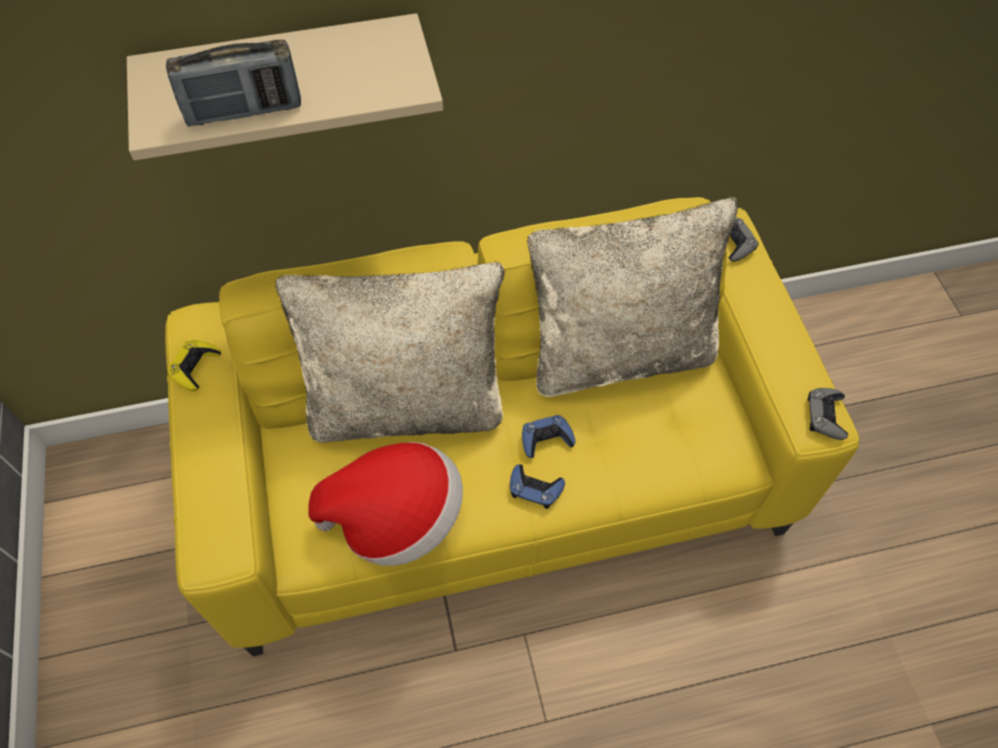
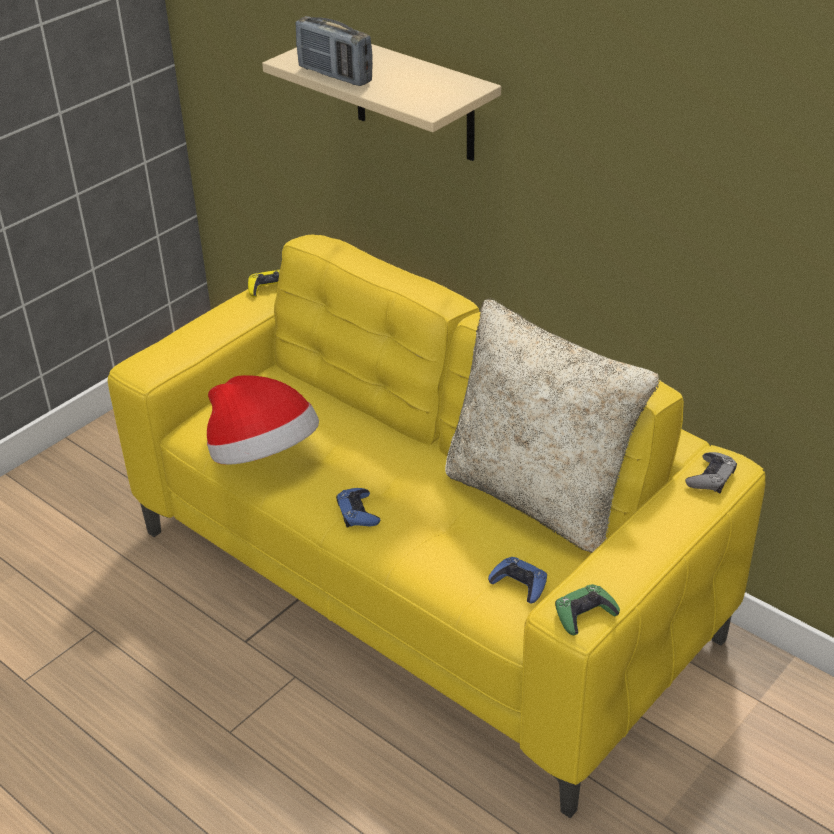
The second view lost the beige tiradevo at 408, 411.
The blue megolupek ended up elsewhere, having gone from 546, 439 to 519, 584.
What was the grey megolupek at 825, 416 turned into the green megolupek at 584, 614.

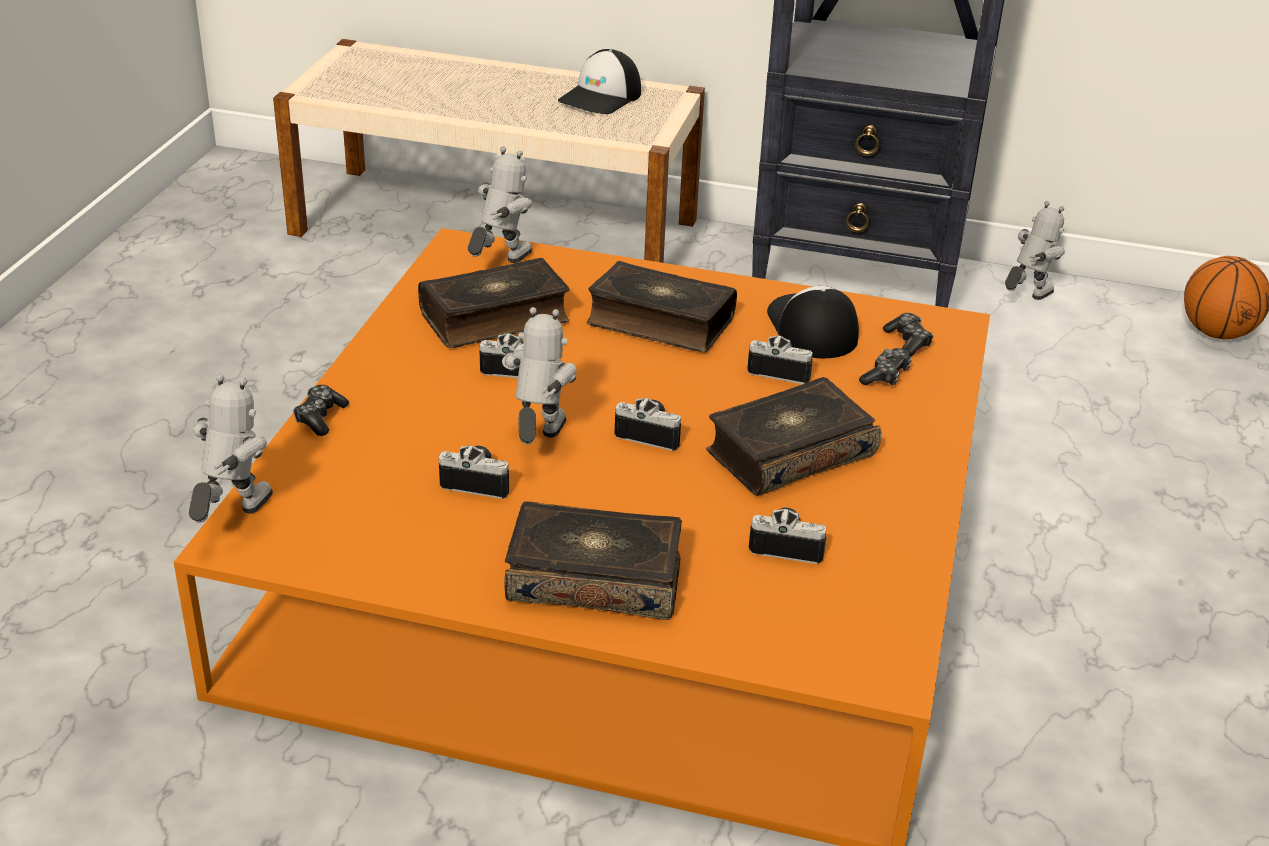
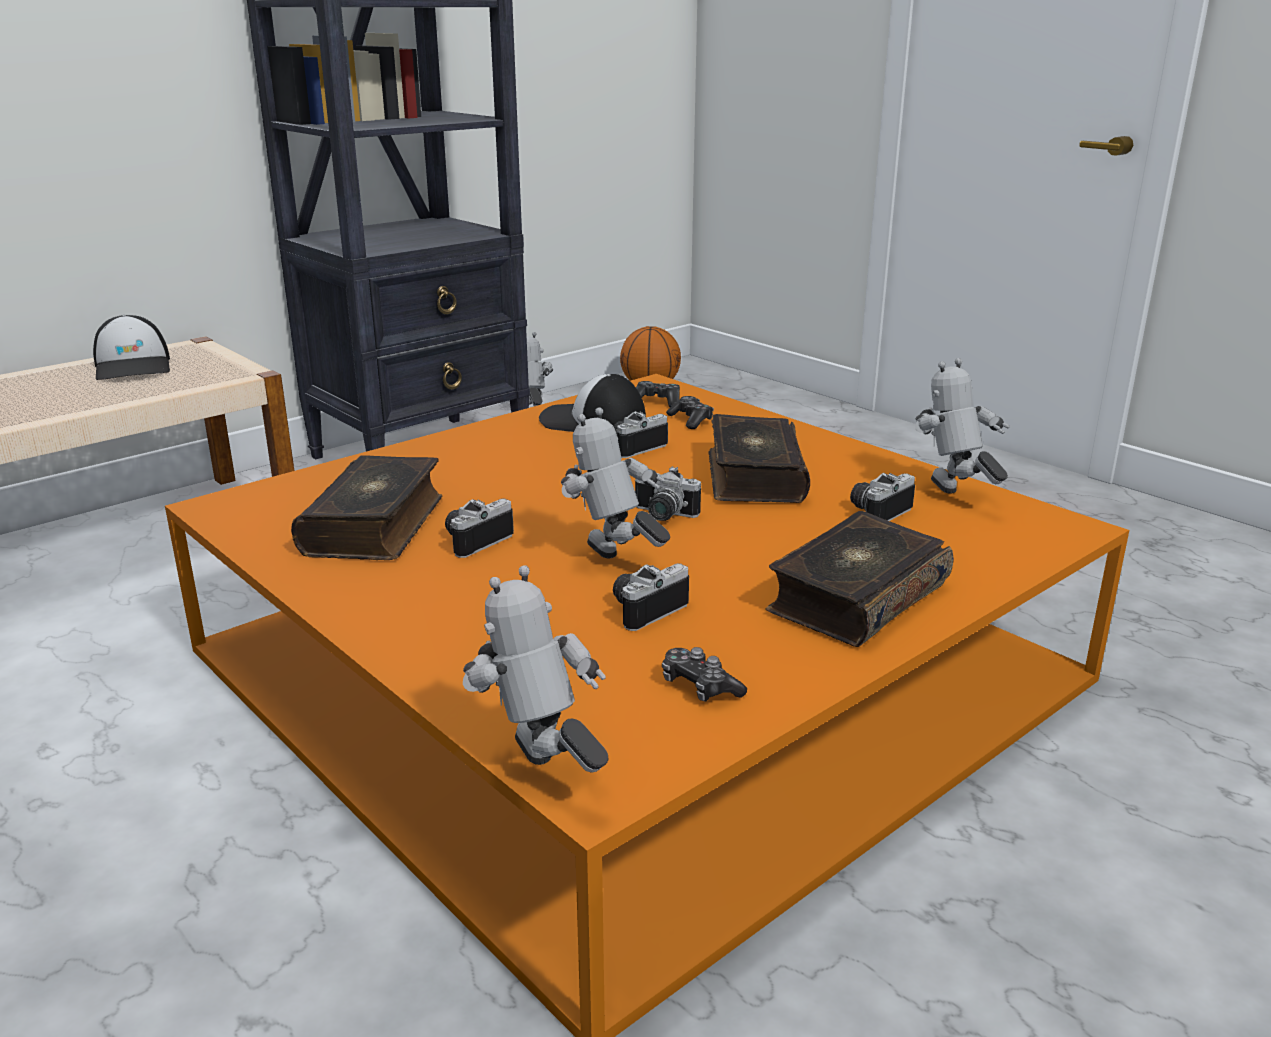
The second view lost the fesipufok at 660, 322.
The megolupek ended up elsewhere, having gone from 320, 417 to 699, 687.
The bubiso ended up elsewhere, having gone from 500, 264 to 952, 498.
The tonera at 651, 433 ended up facing another way, 120 degrees counterclockwise from before.

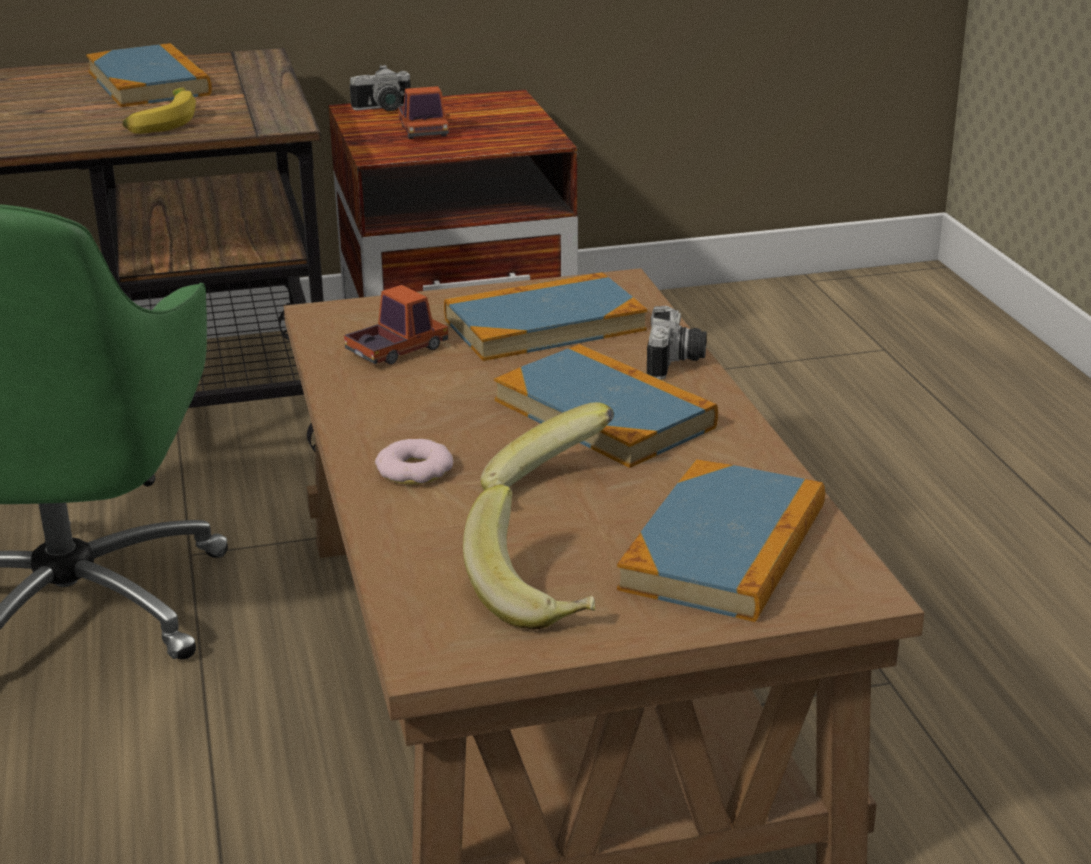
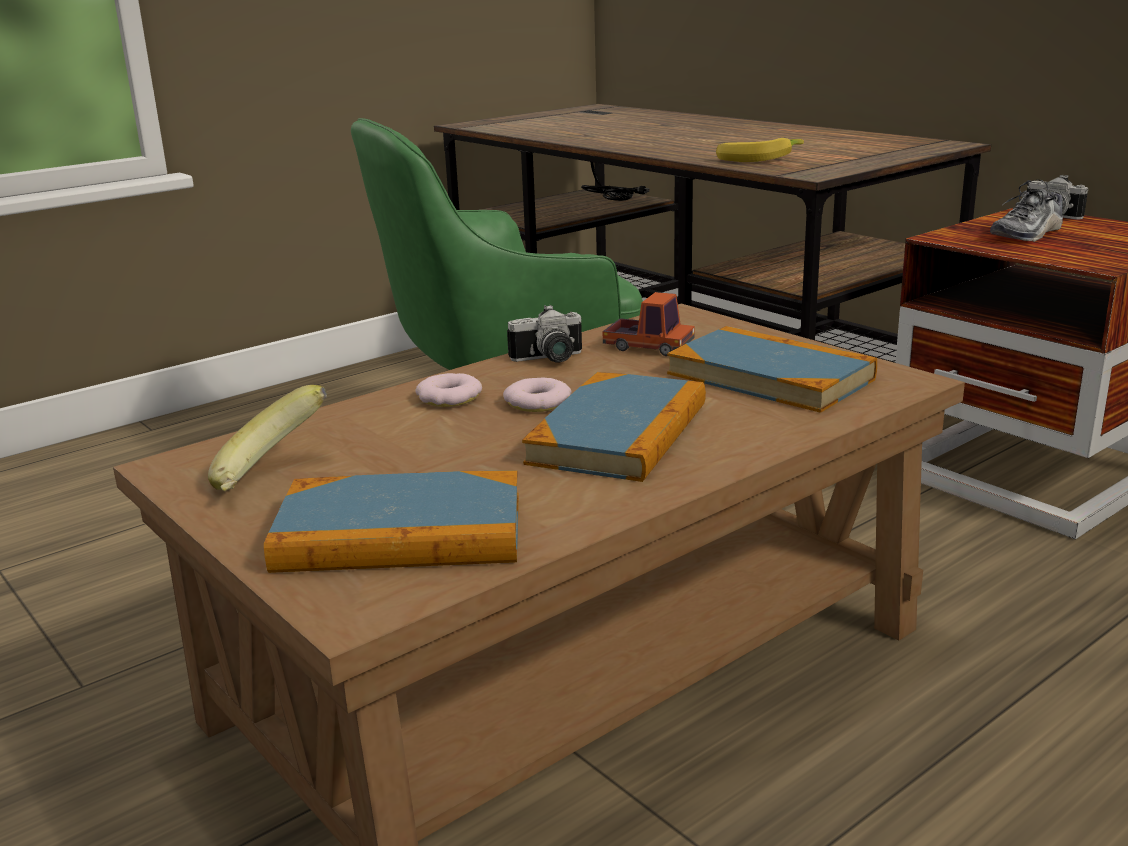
The second view lost the fesipufok at 149, 83.
The second view lost the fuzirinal at 544, 490.
The second view gained the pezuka at 537, 402.
The tonera ended up elsewhere, having gone from 677, 363 to 550, 359.
Where the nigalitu stood at 423, 131, the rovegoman came to stand at 1027, 234.

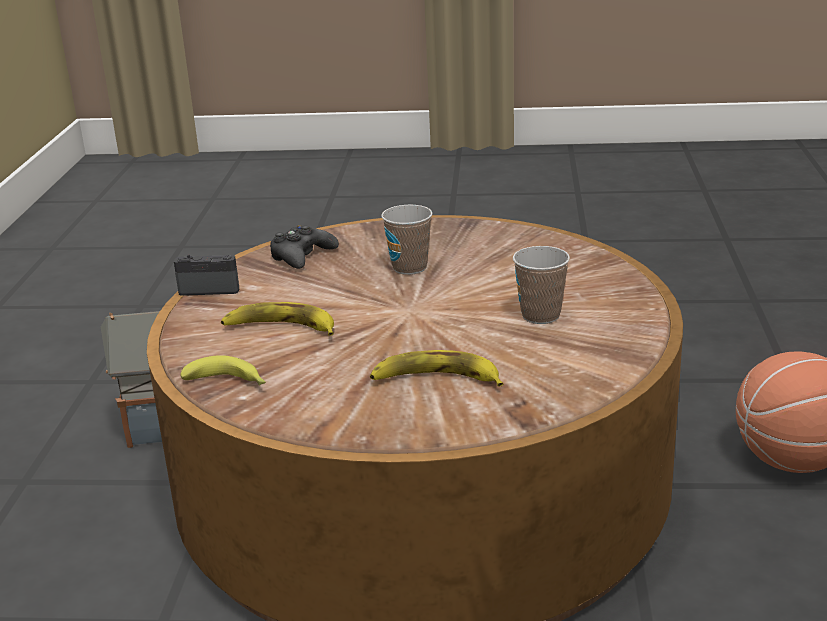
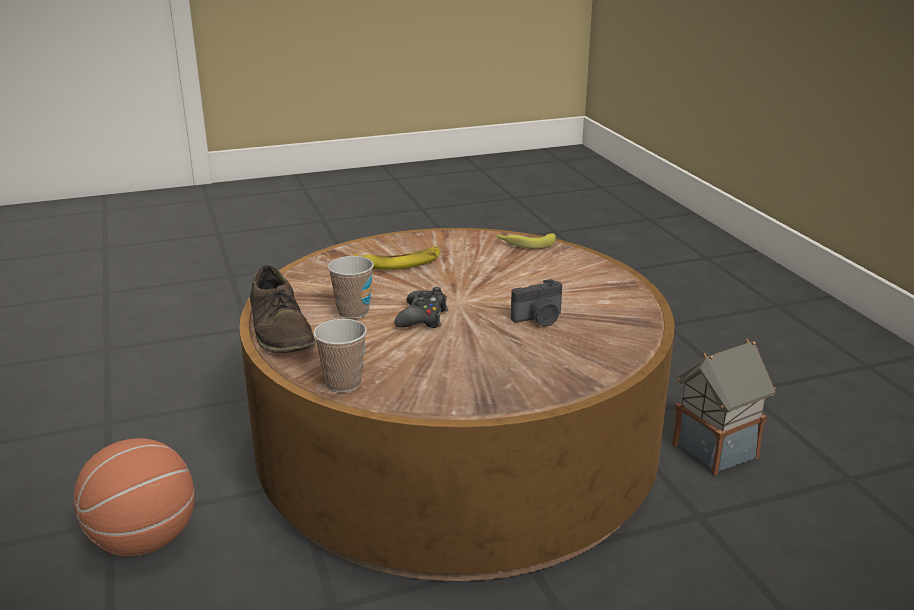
The second view lost the fuzirinal at 280, 328.
The second view gained the brown rovegoman at 281, 330.
The tonera ended up elsewhere, having gone from 210, 288 to 539, 319.
The black megolupek ended up elsewhere, having gone from 302, 256 to 422, 318.
The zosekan ended up elsewhere, having gone from 409, 267 to 343, 383.

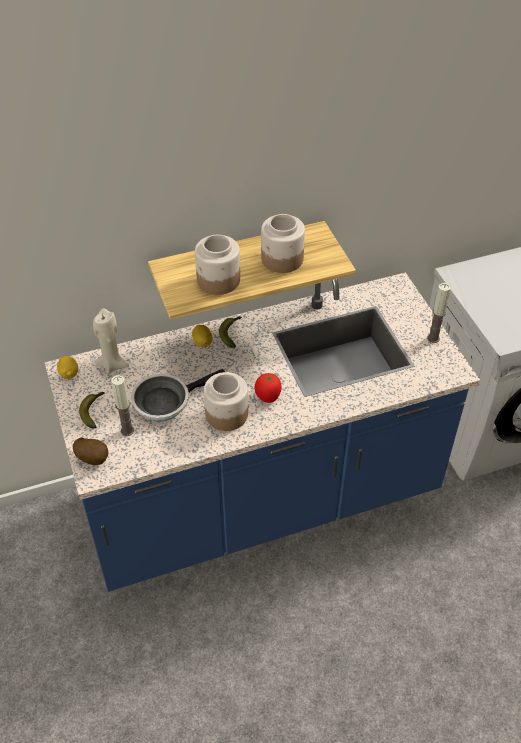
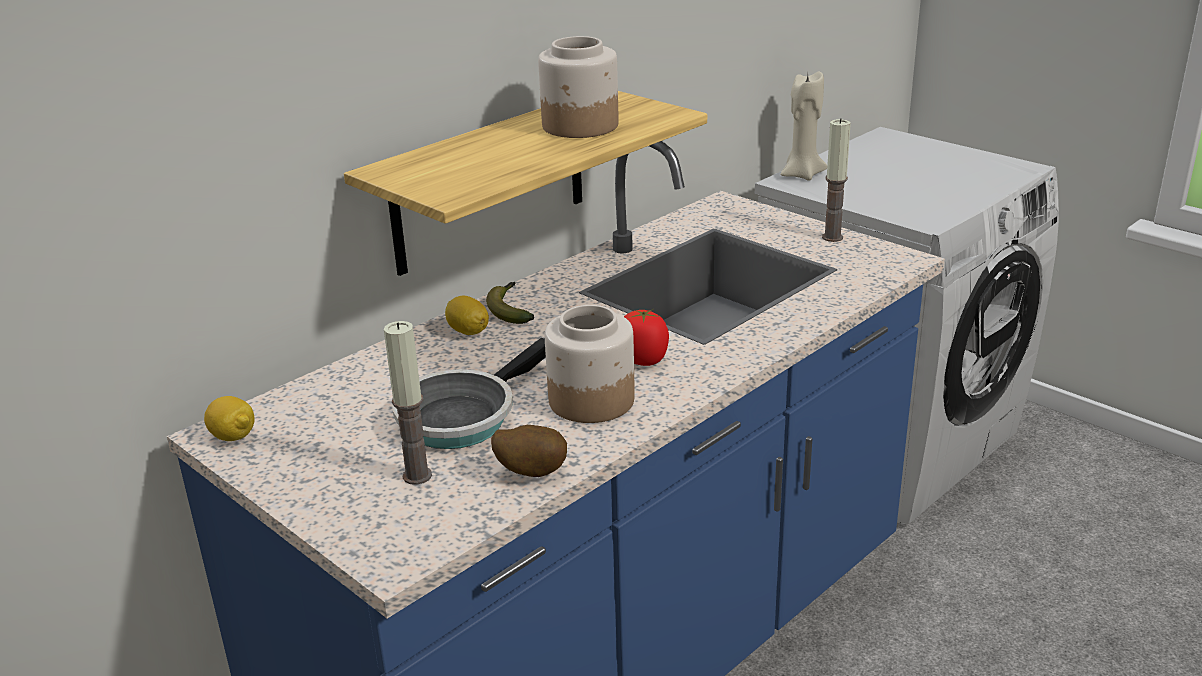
The second view lost the fuzirinal at 93, 411.
The second view lost the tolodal at 218, 280.
The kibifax ended up elsewhere, having gone from 93, 458 to 531, 472.
The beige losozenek ended up elsewhere, having gone from 112, 364 to 801, 175.

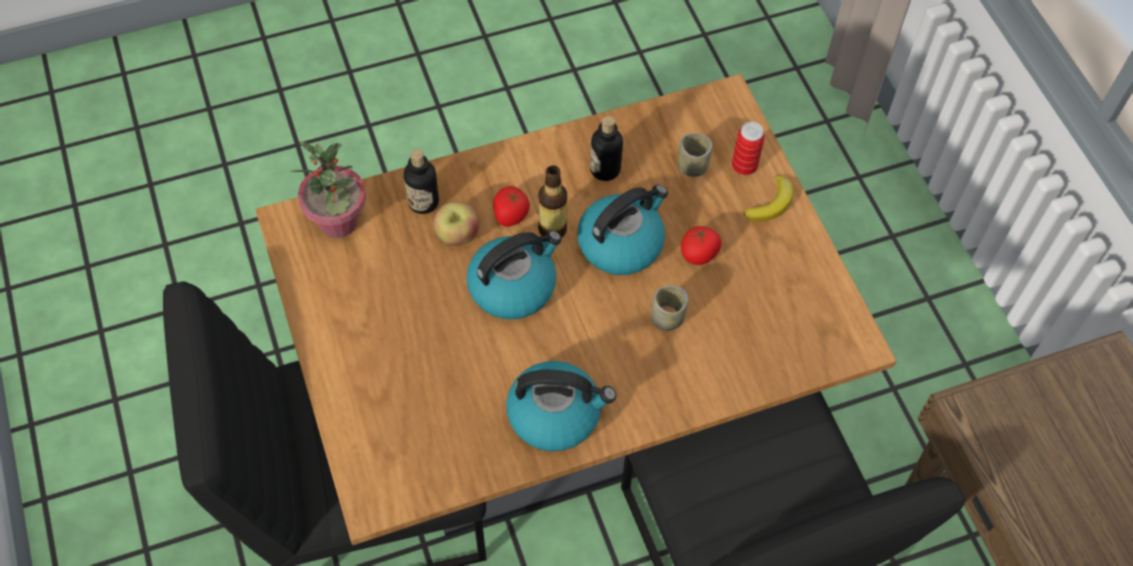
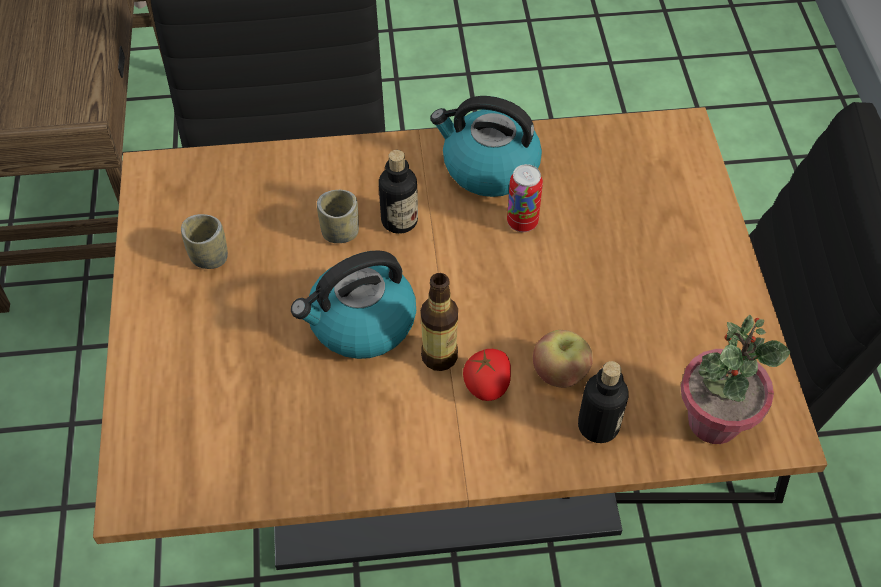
The second view lost the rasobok at 513, 286.
The second view lost the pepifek at 699, 254.
The second view lost the fuzirinal at 771, 203.
The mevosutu ended up elsewhere, having gone from 605, 169 to 399, 220.
The zosekan ended up elsewhere, having gone from 692, 167 to 209, 257.
The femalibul ended up elsewhere, having gone from 744, 166 to 522, 222.

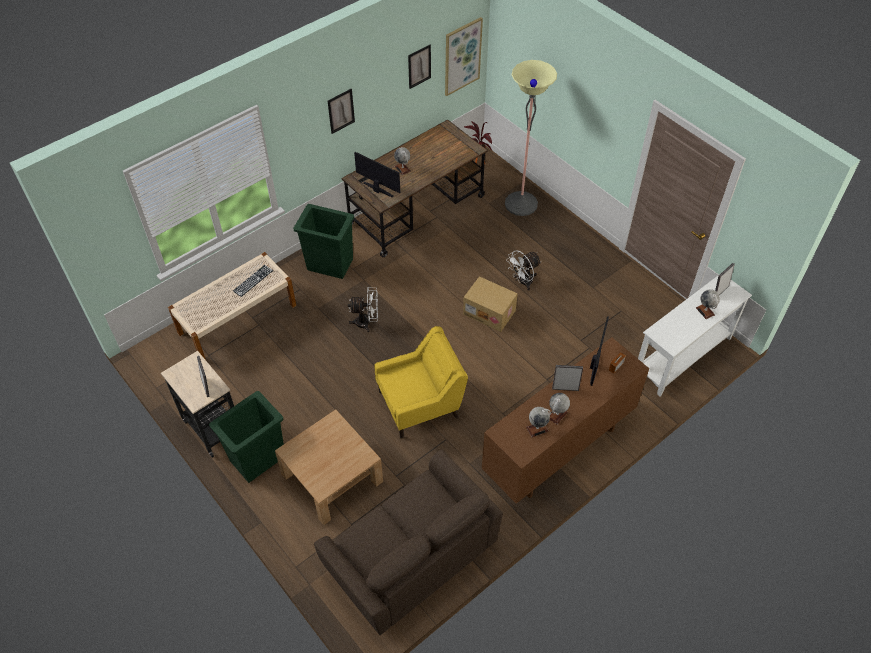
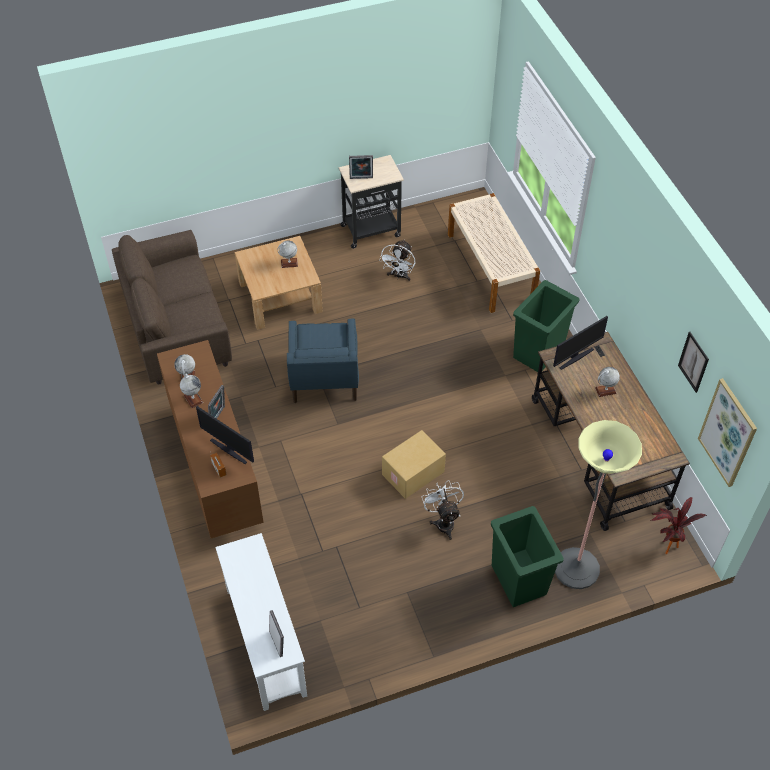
The second view lost the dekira at 253, 280.
The second view lost the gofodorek at 341, 111.
The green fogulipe ended up elsewhere, having gone from 258, 458 to 518, 581.
The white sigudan ended up elsewhere, having gone from 367, 322 to 399, 276.
The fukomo ended up elsewhere, having gone from 705, 311 to 289, 263.
What was the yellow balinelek at 421, 404 turned into the blue balinelek at 324, 379.

